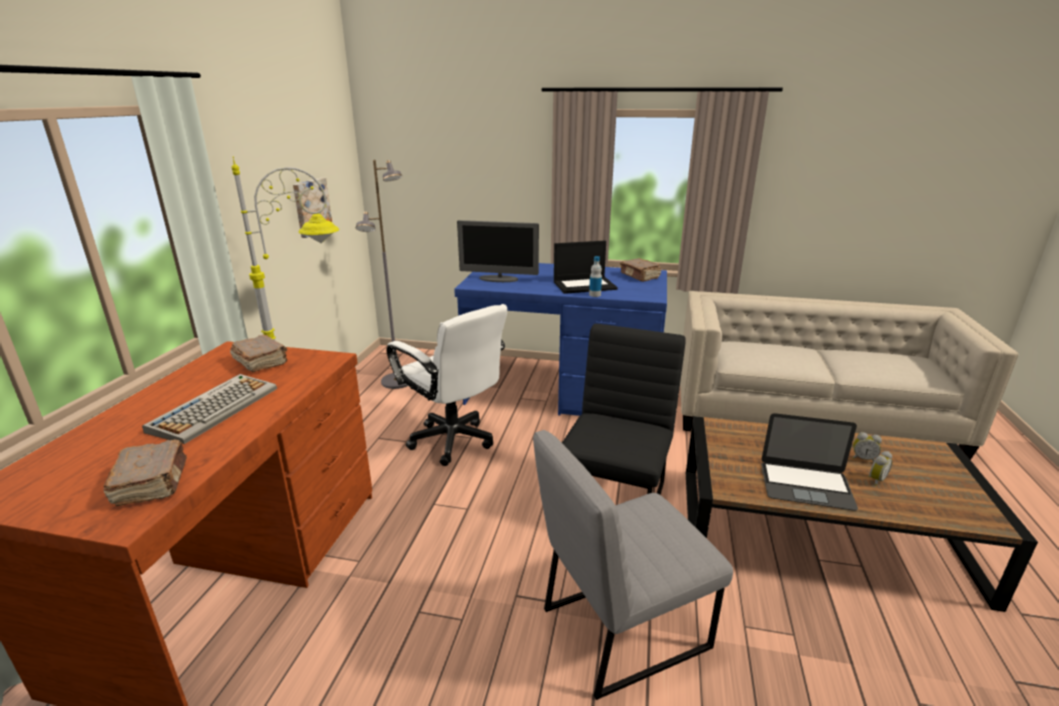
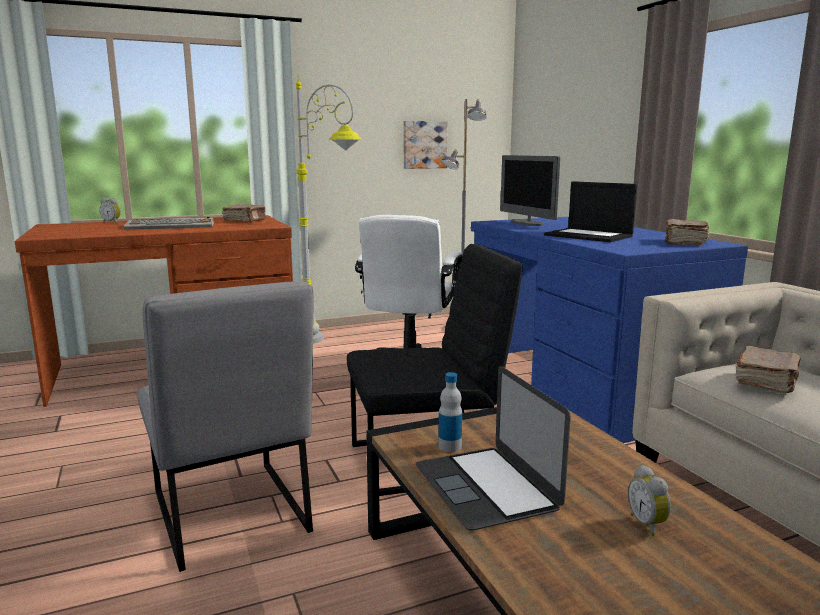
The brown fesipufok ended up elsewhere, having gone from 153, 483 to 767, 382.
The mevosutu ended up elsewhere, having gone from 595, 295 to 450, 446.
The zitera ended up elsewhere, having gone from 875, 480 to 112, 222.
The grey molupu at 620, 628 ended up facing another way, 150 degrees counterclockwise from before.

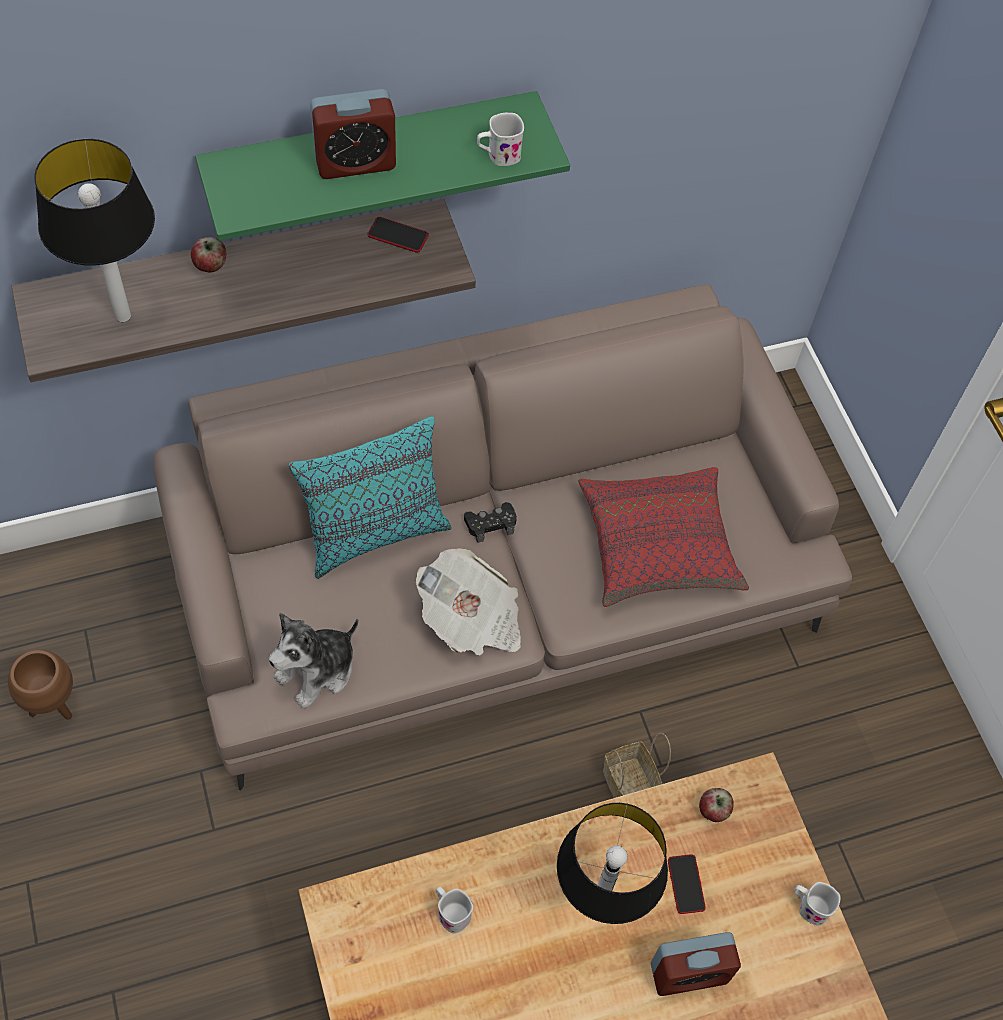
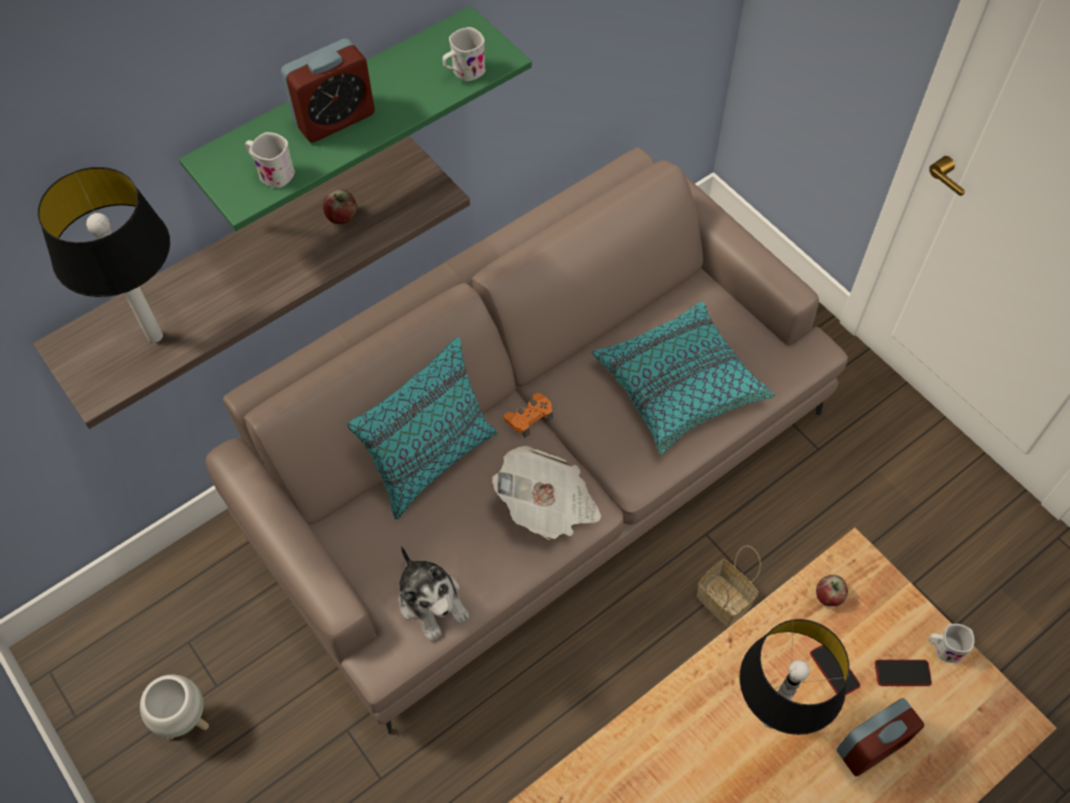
The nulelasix ended up elsewhere, having gone from 211, 265 to 342, 217.
The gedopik ended up elsewhere, having gone from 398, 235 to 902, 673.
The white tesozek ended up elsewhere, having gone from 450, 912 to 272, 173.
What was the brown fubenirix at 52, 705 turned into the white fubenirix at 186, 722.
What was the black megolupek at 490, 524 turned into the orange megolupek at 529, 417.
What was the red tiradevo at 658, 546 turned into the turquoise tiradevo at 679, 385.
The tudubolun at 317, 670 ended up facing another way, 60 degrees counterclockwise from before.

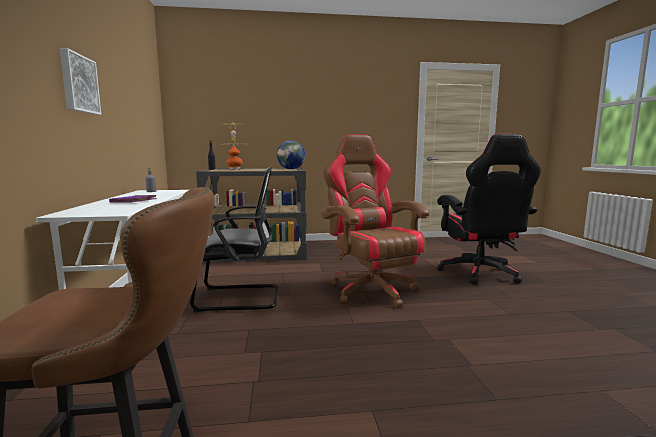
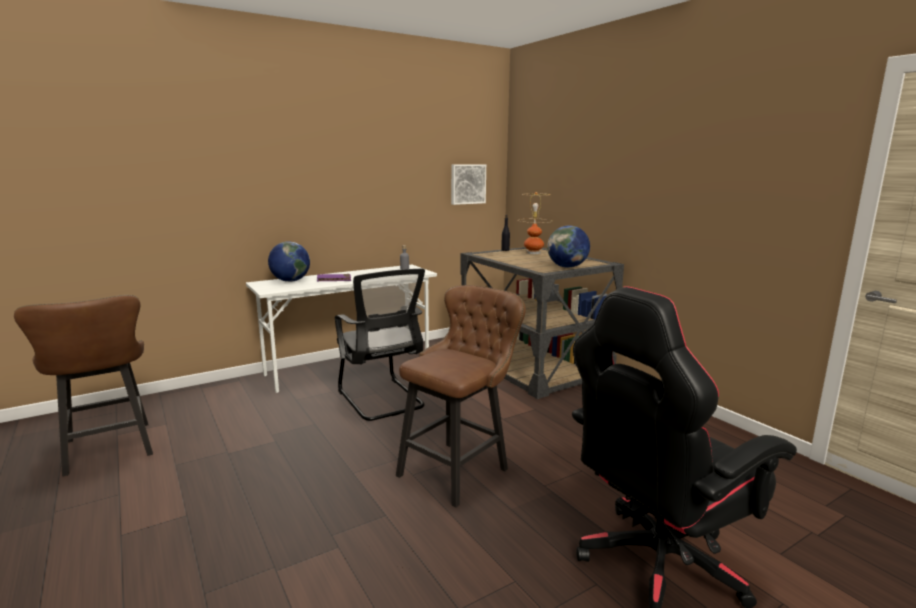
The second view gained the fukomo at 290, 281.
The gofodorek ended up elsewhere, having gone from 78, 84 to 467, 184.
Where the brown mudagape stood at 372, 291, the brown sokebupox came to stand at 461, 466.

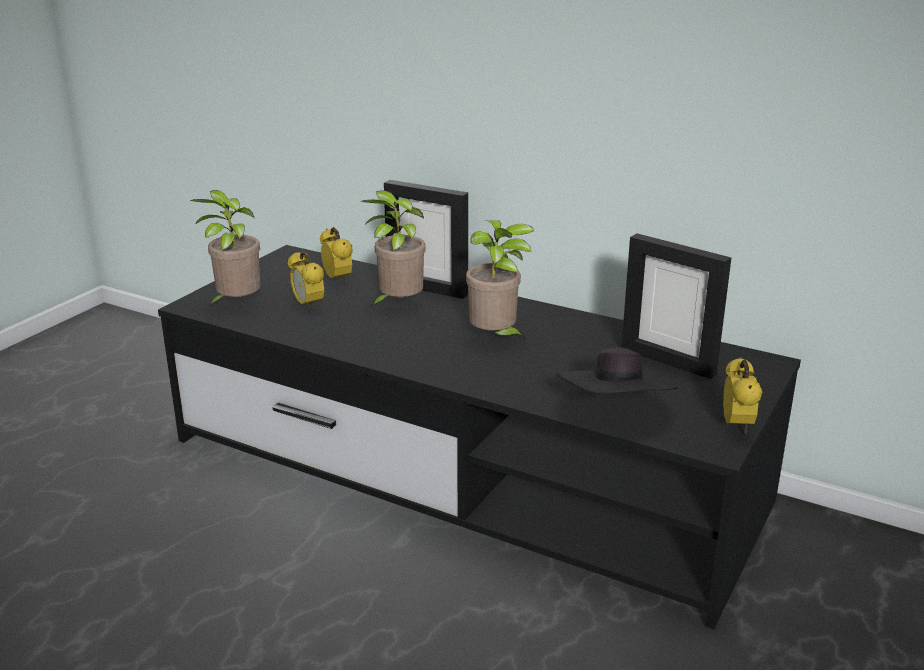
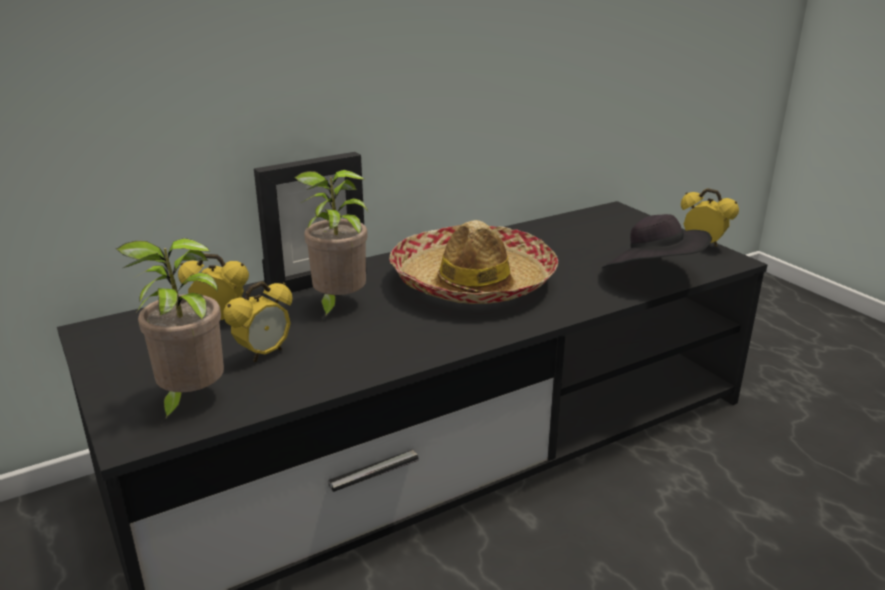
The second view lost the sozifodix at 668, 360.
Where the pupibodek stood at 496, 339, the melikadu came to stand at 473, 282.
The zitera at 308, 305 ended up facing another way, 45 degrees counterclockwise from before.

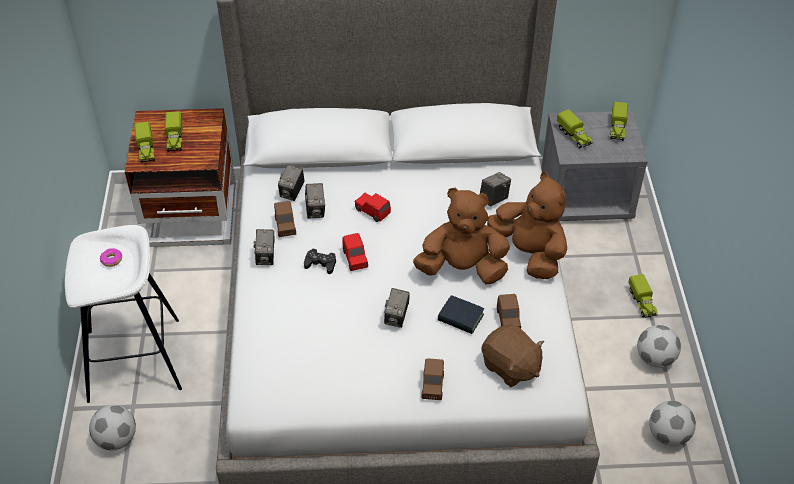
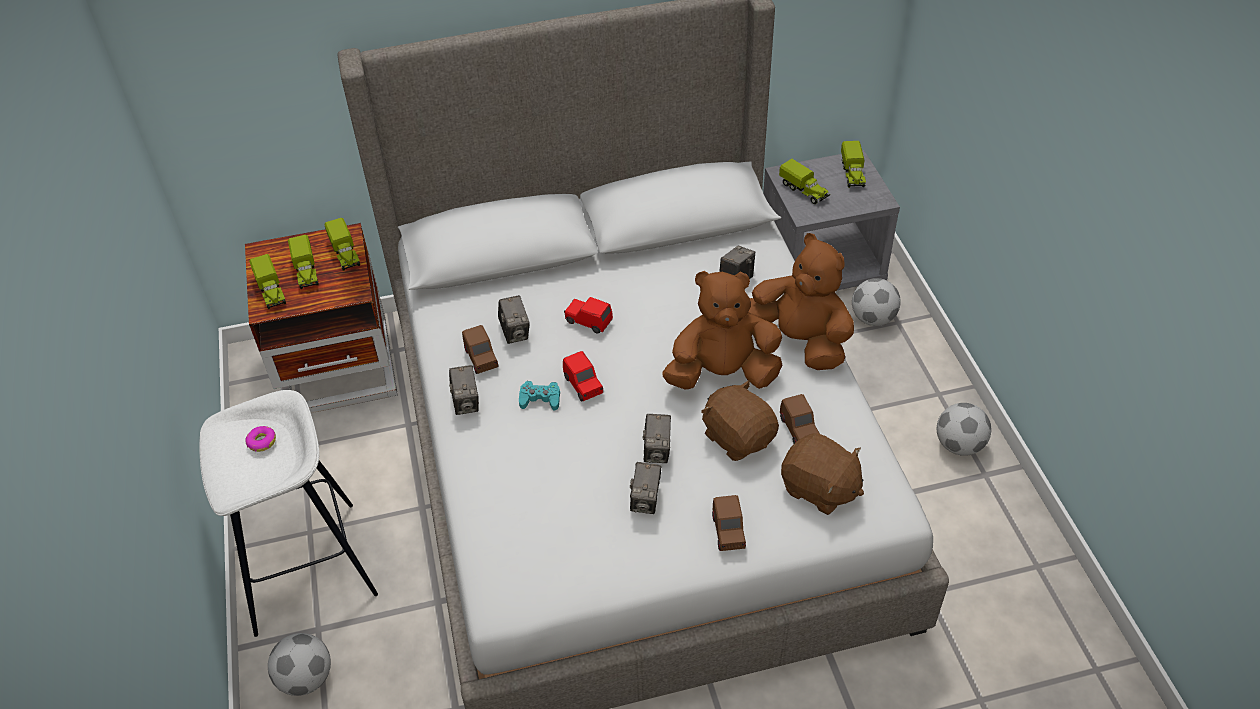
The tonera ended up elsewhere, having gone from 292, 192 to 645, 500.
The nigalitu ended up elsewhere, having gone from 642, 302 to 345, 254.
The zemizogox ended up elsewhere, having gone from 668, 435 to 873, 318.
Where the fesipufok stood at 460, 318, the brown tudubolun came to stand at 738, 437.
What was the black megolupek at 320, 264 turned into the turquoise megolupek at 540, 399.

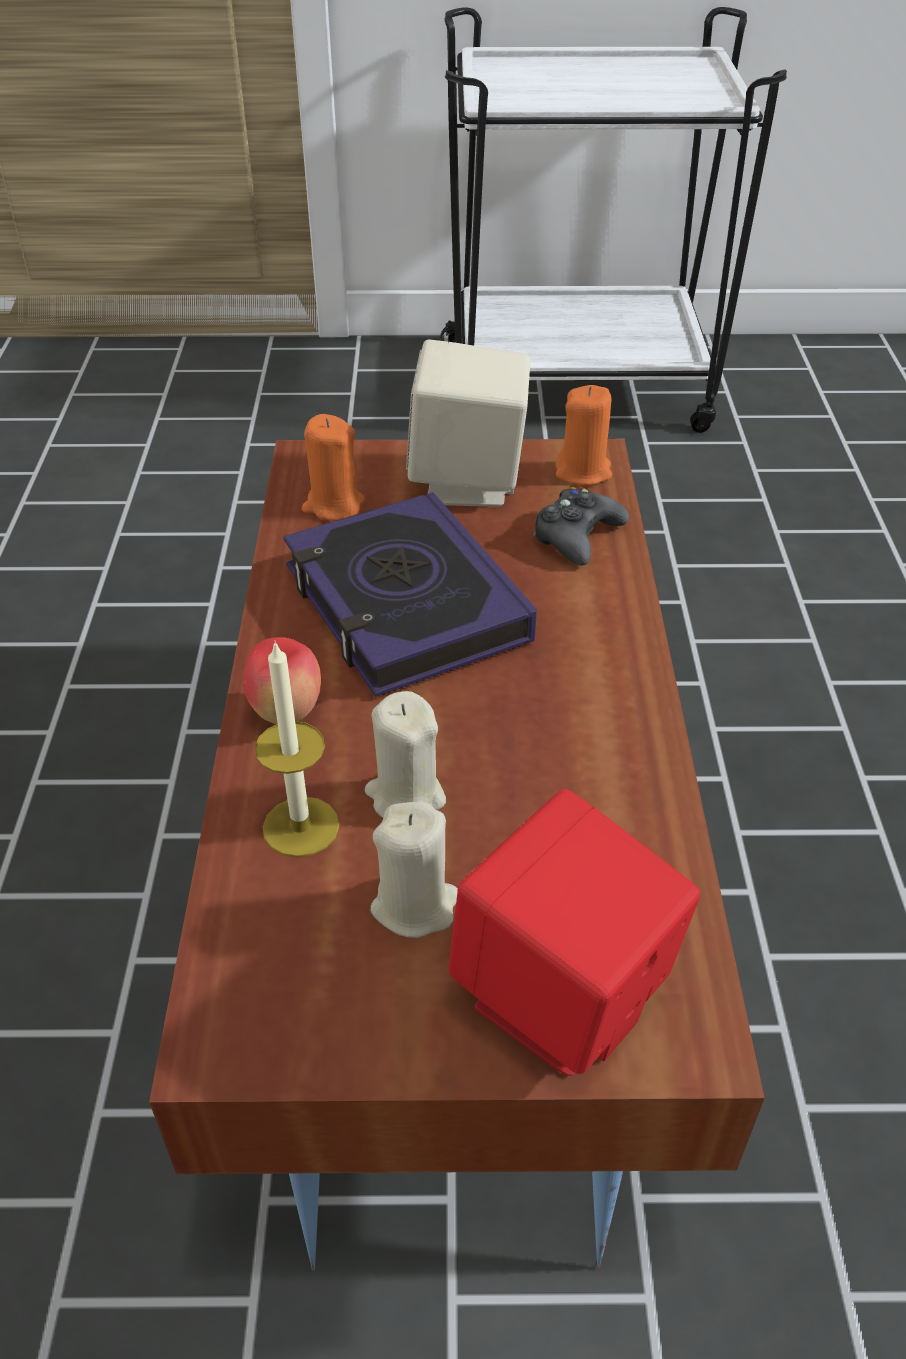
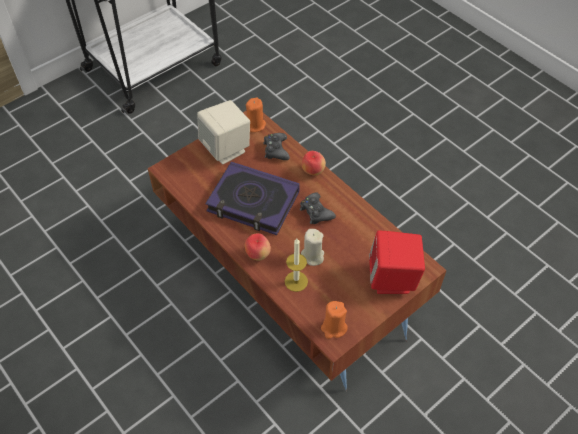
The second view lost the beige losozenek at 415, 905.
The second view gained the black megolupek at 316, 212.
The second view gained the nulelasix at 313, 171.
The orange losozenek ended up elsewhere, having gone from 333, 505 to 333, 328.

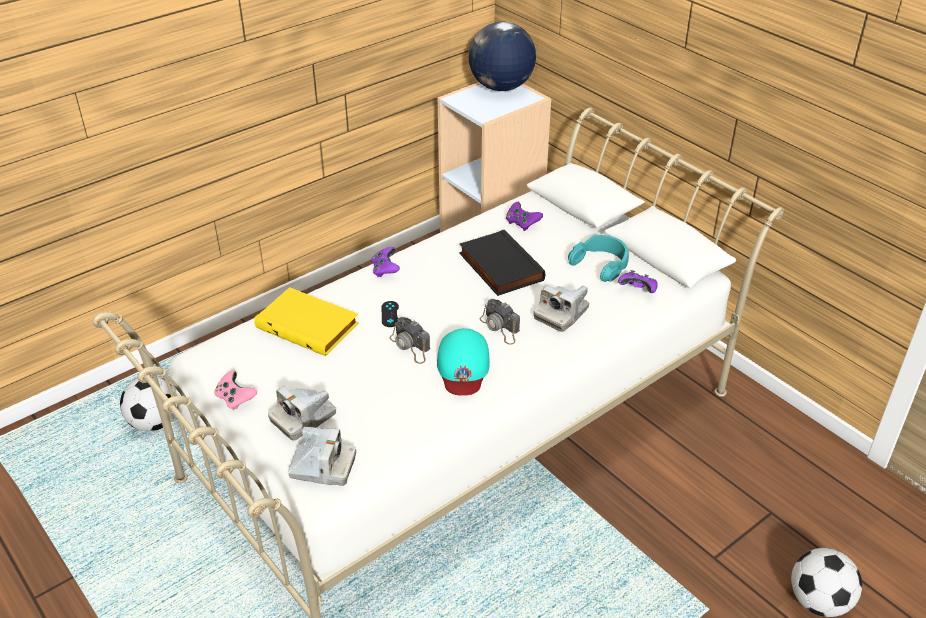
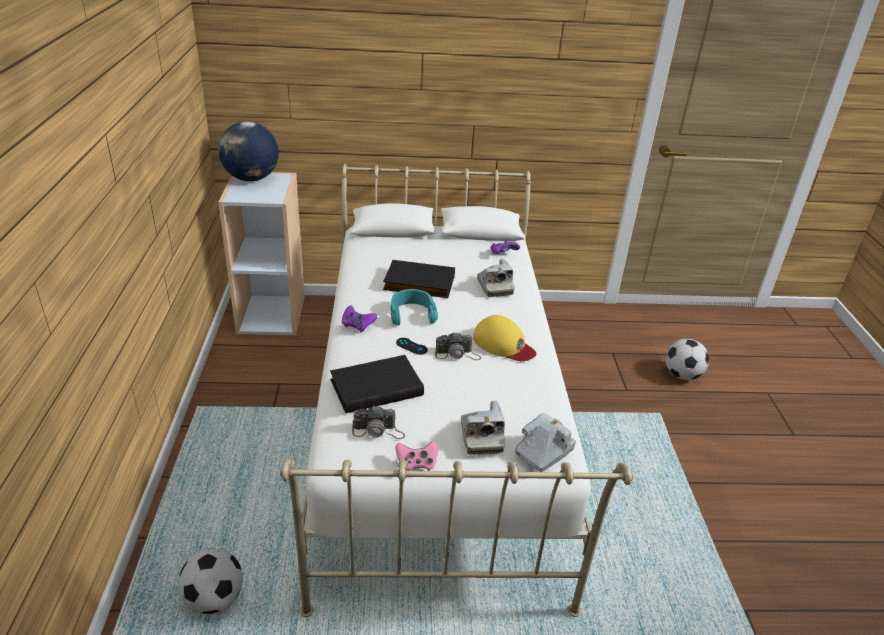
The second view lost the purple megolupek at 522, 223.
The tonera ended up elsewhere, having gone from 500, 327 to 378, 431.
The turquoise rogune ended up elsewhere, having gone from 601, 264 to 412, 314.
What was the yellow fesipufok at 309, 325 turned into the black fesipufok at 376, 386.
What was the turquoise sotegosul at 463, 367 turned into the yellow sotegosul at 503, 344.

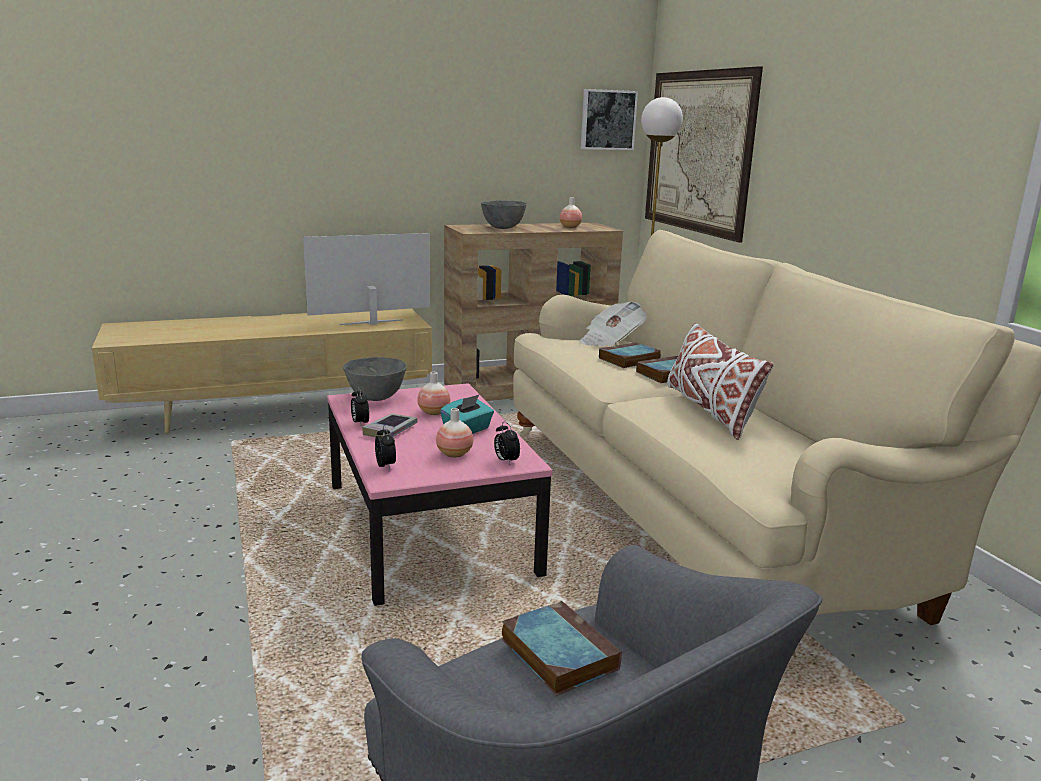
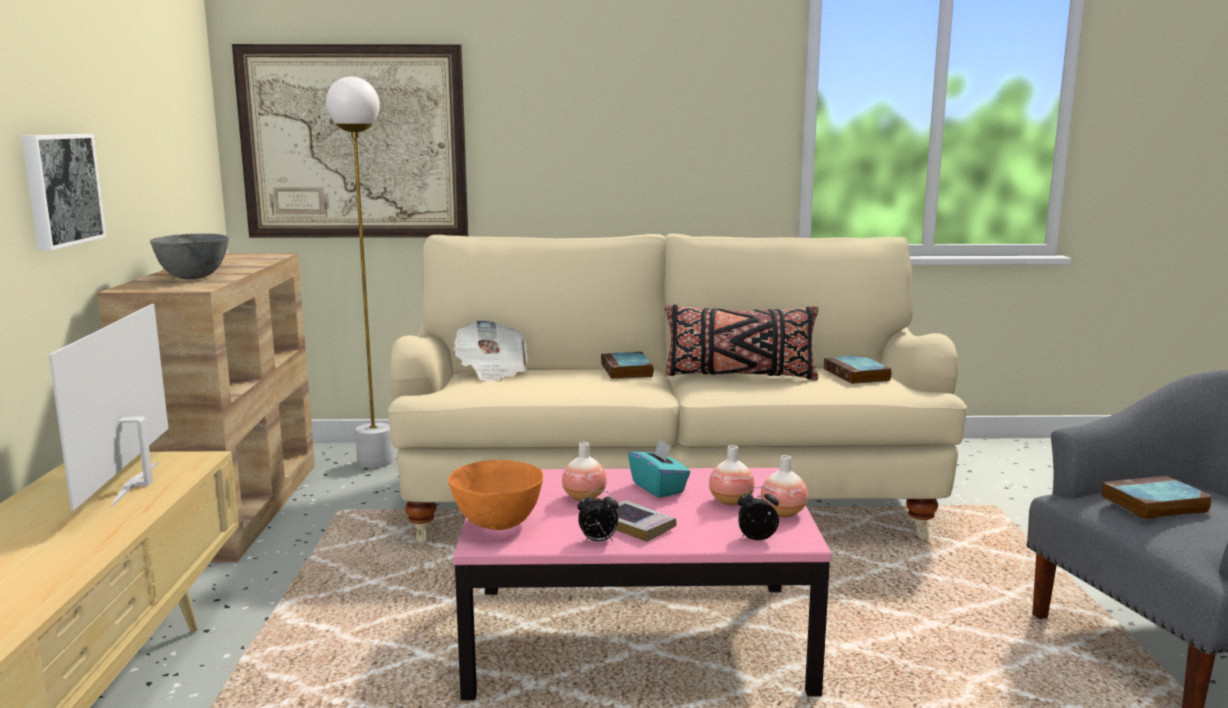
The second view lost the zitera at 506, 461.
The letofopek ended up elsewhere, having gone from 570, 227 to 783, 513.
The gofodorek ended up elsewhere, having gone from 607, 120 to 60, 189.
The fesipufok ended up elsewhere, having gone from 629, 360 to 858, 375.
What was the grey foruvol at 376, 398 turned into the orange foruvol at 498, 524.
What was the white tiradevo at 710, 410 turned into the black tiradevo at 739, 375.

